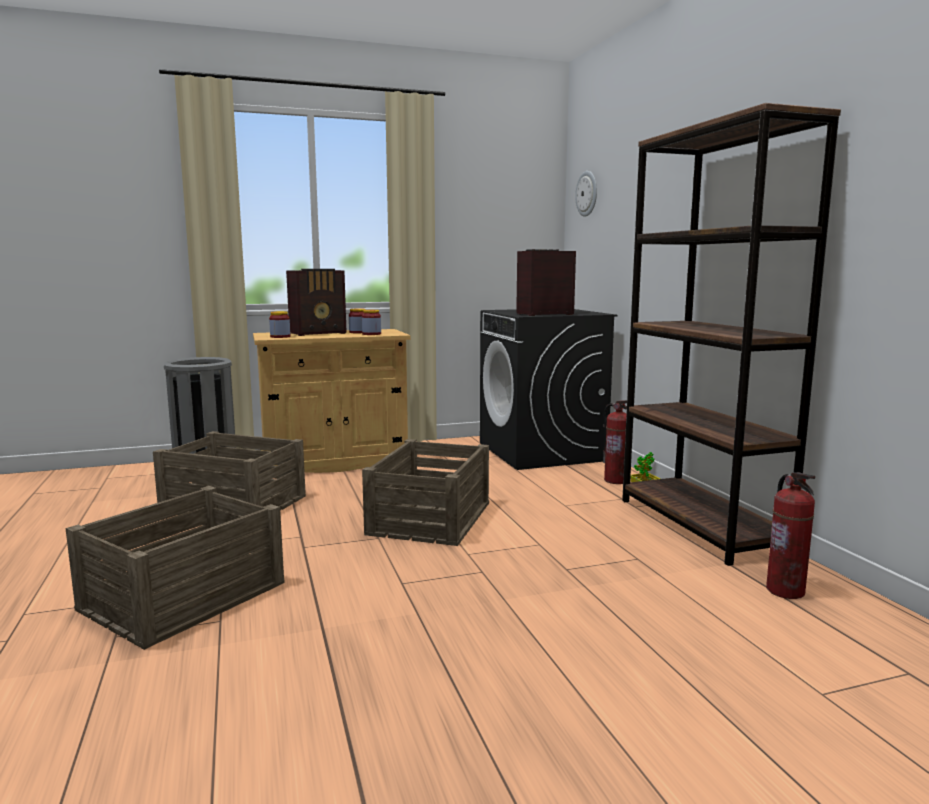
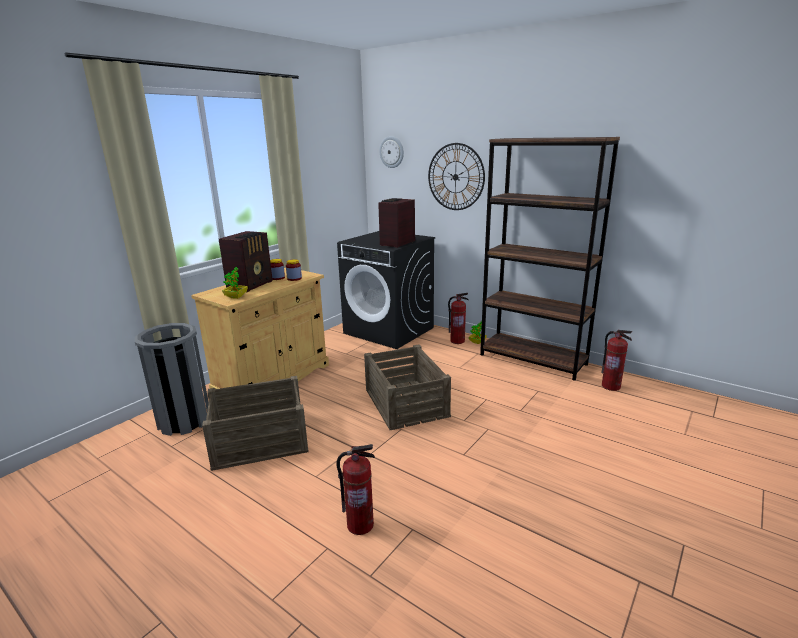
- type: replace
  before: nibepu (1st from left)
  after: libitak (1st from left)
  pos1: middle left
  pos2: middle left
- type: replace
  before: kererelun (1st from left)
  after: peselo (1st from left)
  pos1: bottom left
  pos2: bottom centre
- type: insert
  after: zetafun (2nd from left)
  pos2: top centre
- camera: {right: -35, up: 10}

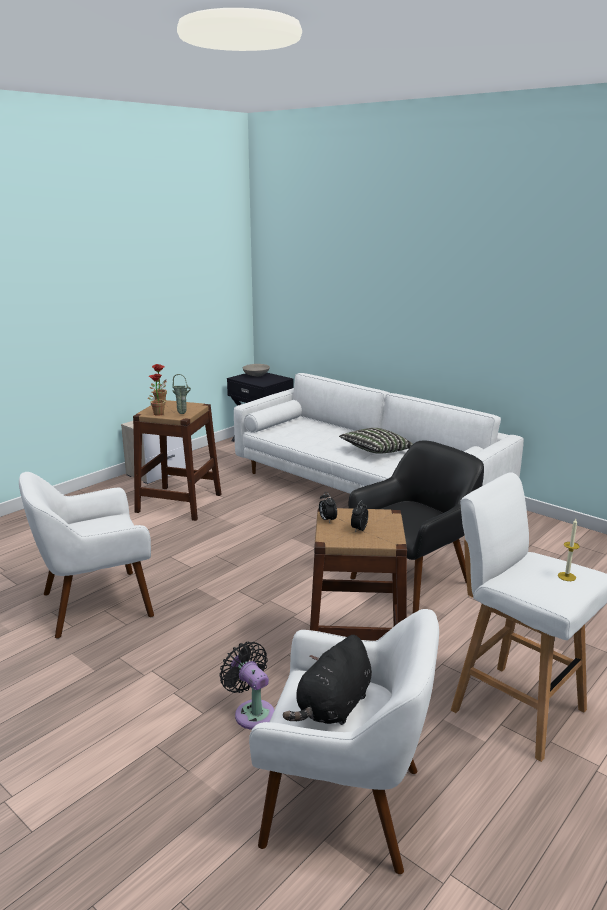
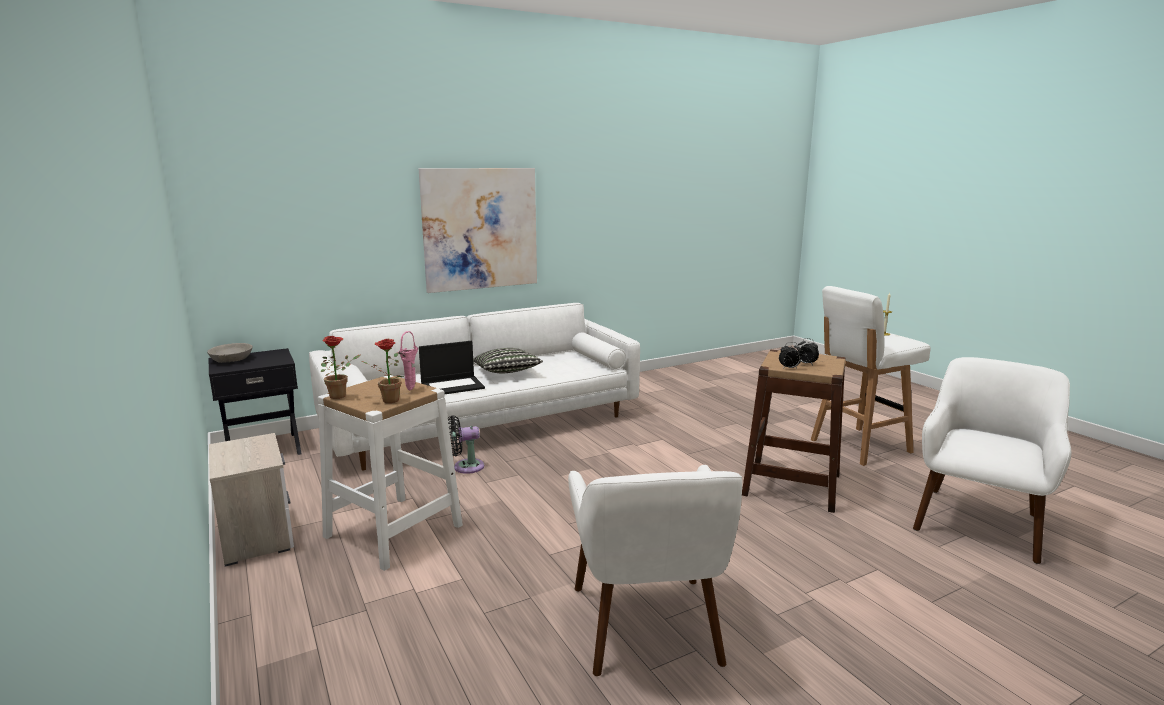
- type: recolor
  before: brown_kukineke (1st from left)
  after: white_kukineke (1st from left)
  pos1: middle left
  pos2: bottom centre
- type: recolor
  before: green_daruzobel
  after: pink_daruzobel
  pos1: middle left
  pos2: centre
- type: insert
  after: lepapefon
  pos2: top centre
- type: insert
  after: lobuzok
  pos2: centre
- type: move
  before: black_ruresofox
  pos1: bottom centre
  pos2: centre
- type: delete
  before: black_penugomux
  pos1: bottom centre
- type: delete
  before: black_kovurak
  pos1: middle right
- camera: {right: -70, up: -5}

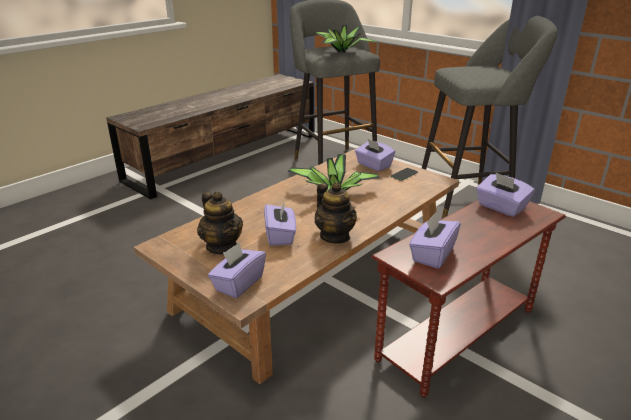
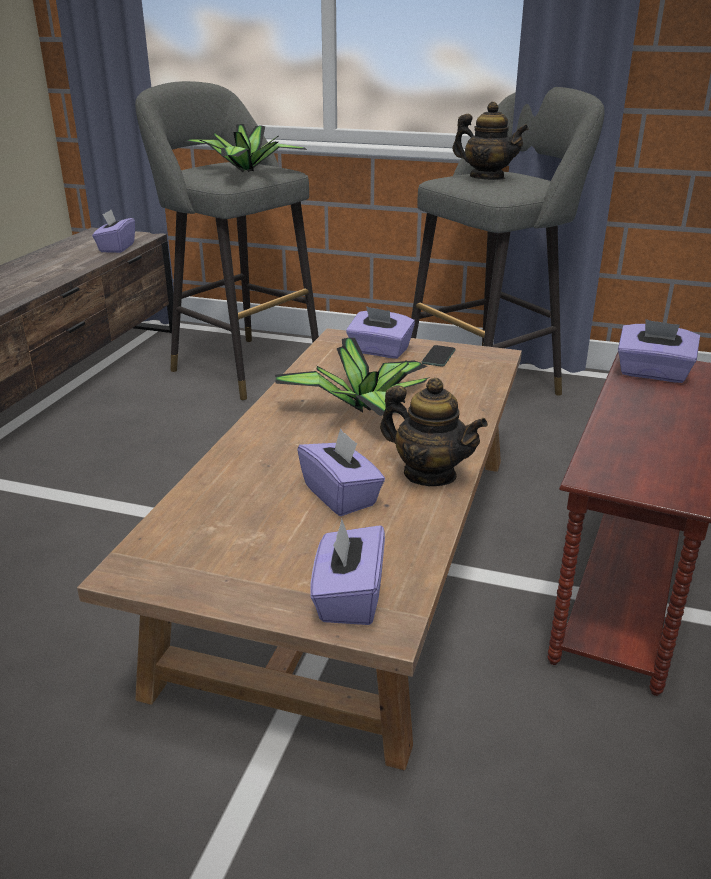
- type: move
  before: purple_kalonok (4th from left in the first image)
  after: purple_kalonok (1st from left)
  pos1: middle right
  pos2: top left
- type: move
  before: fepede (1st from left in the first image)
  after: fepede (2nd from left)
  pos1: centre
  pos2: top right
- camera: {right: -25, up: 0}

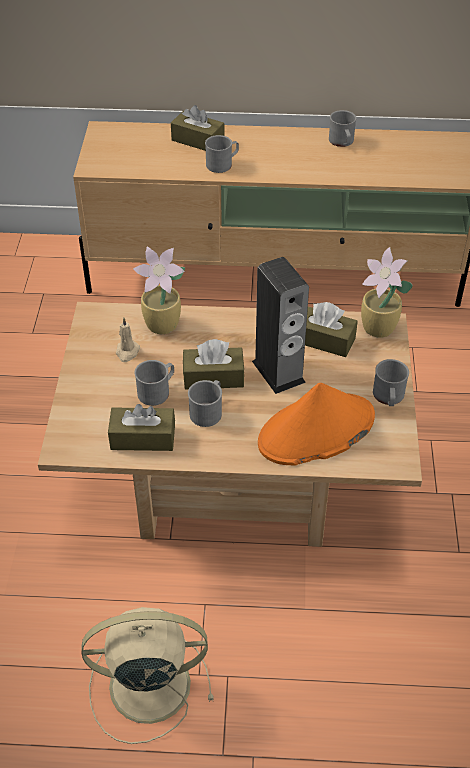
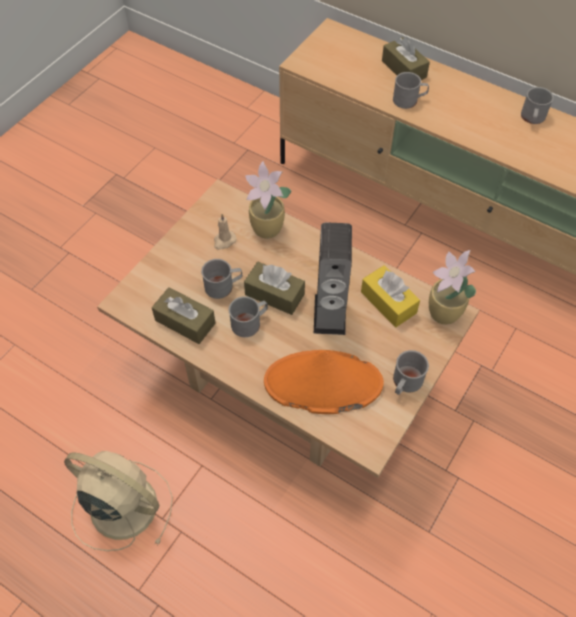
- type: recolor
  before: brown_kalonok (4th from left)
  after: yellow_kalonok
  pos1: middle right
  pos2: middle right
- camera: {right: 30, up: 10}

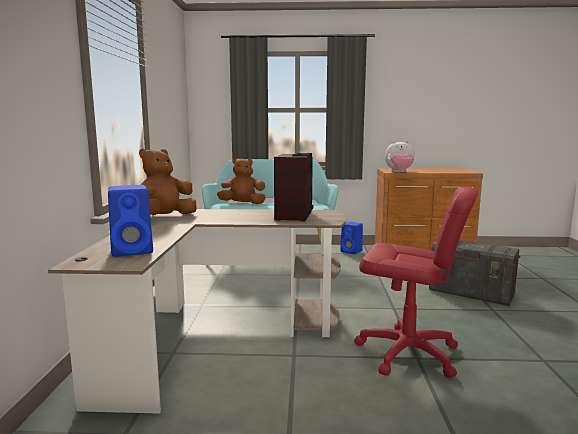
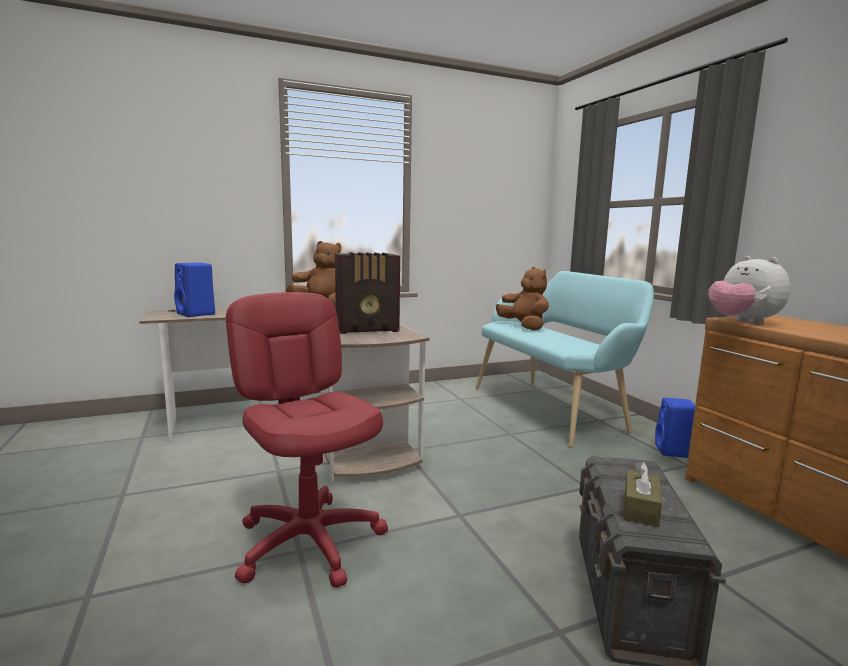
- type: rotate
  before: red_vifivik
  pos1: middle right
  pos2: centre
  turn: 150
- type: insert
  after: brown_kalonok
  pos2: bottom right
- camera: {right: 65, up: 0}

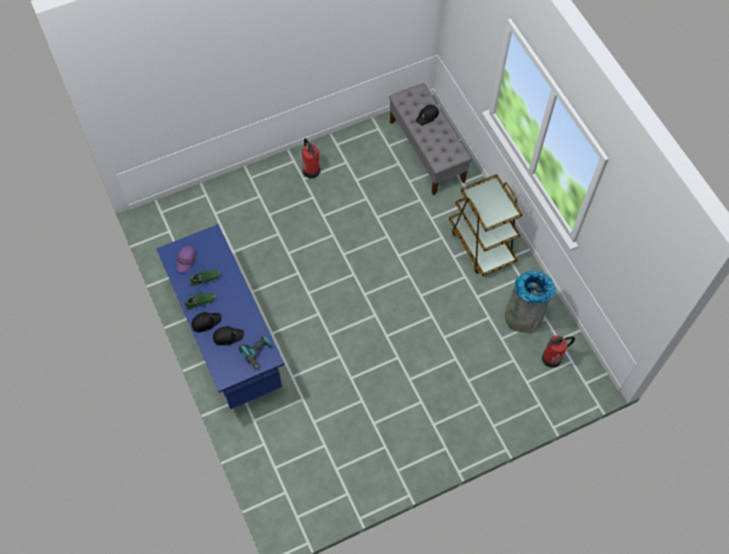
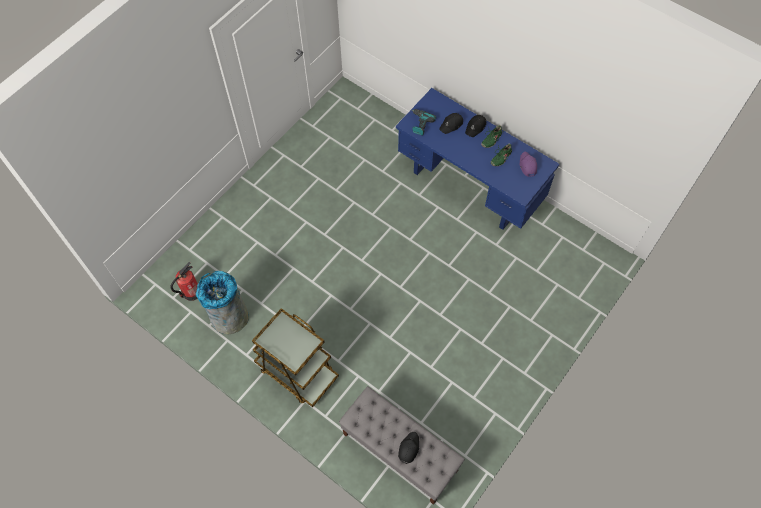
- type: delete
  before: peselo (1st from left)
  pos1: top centre
- camera: {right: 155, up: 0}

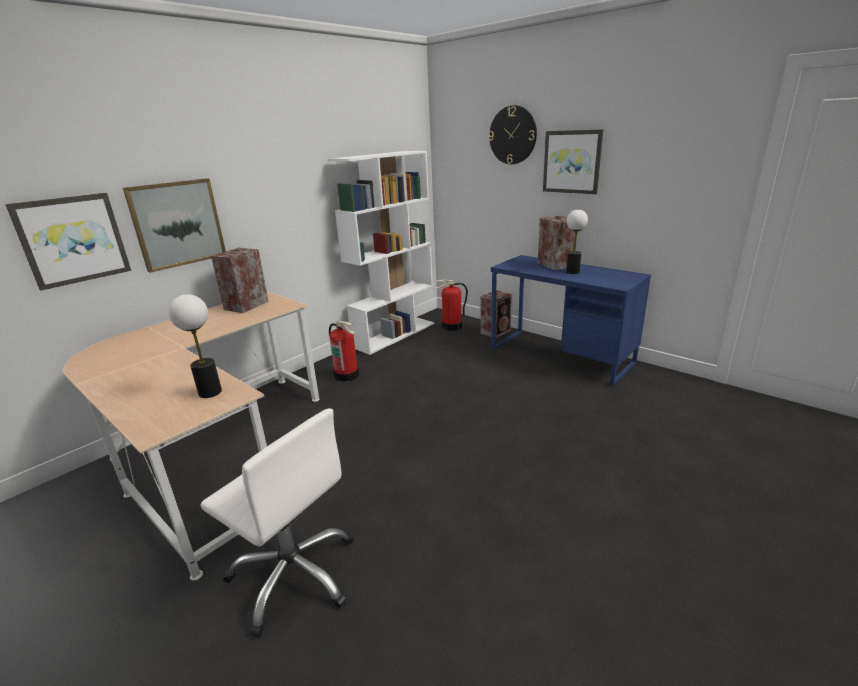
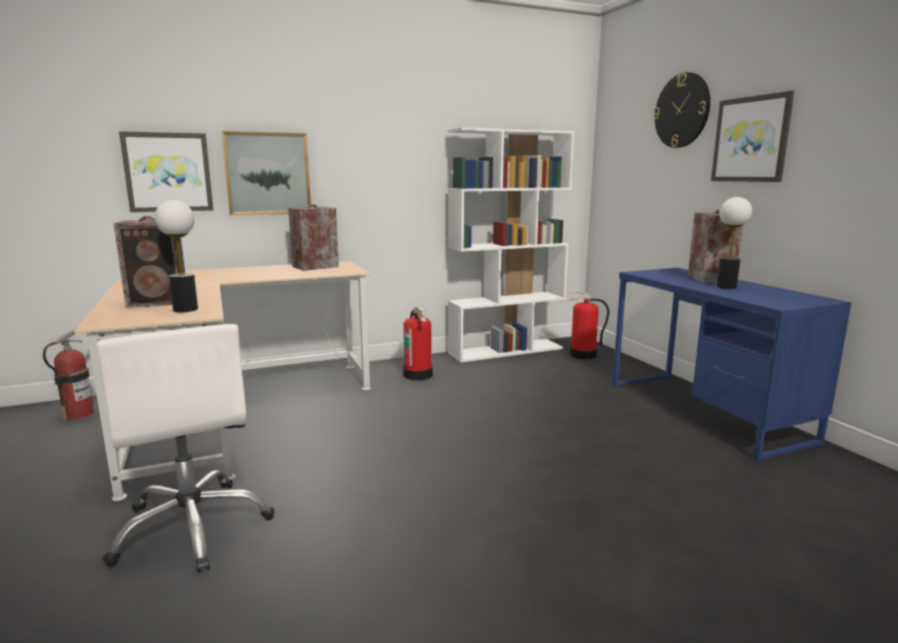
- type: insert
  after: peselo (1st from left)
  pos2: middle left
- type: move
  before: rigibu (2nd from left in the first image)
  after: rigibu (1st from left)
  pos1: centre
  pos2: middle left
- camera: {right: 25, up: -10}

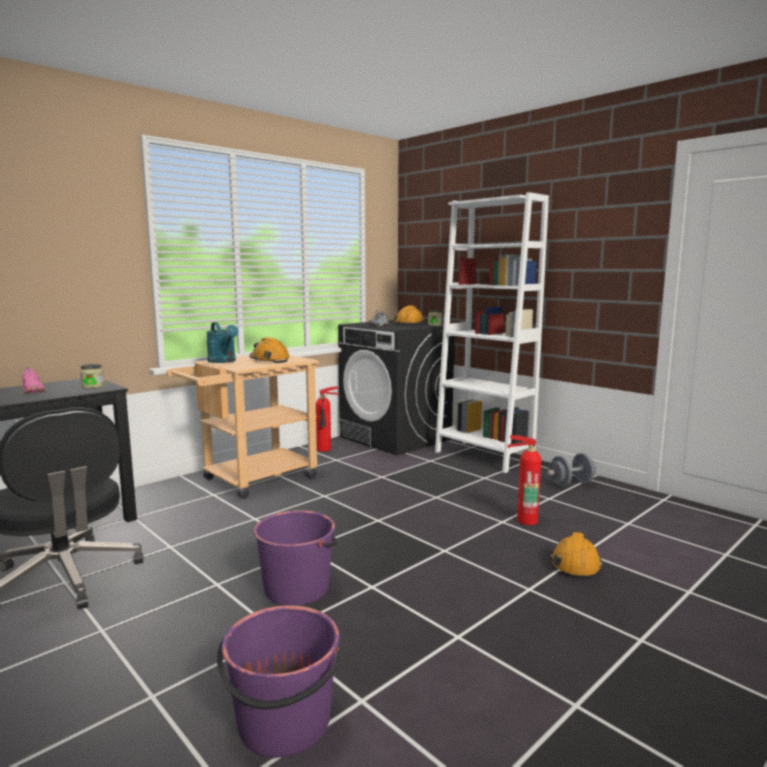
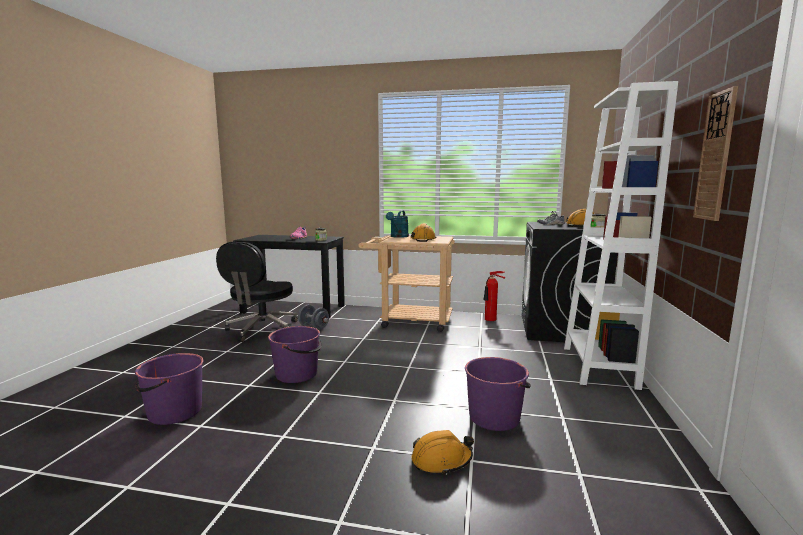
- type: move
  before: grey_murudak
  pos1: middle right
  pos2: centre
- type: replace
  before: peselo (2nd from left)
  after: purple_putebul (3rd from left)
  pos1: middle right
  pos2: bottom centre
- type: insert
  after: zetafun
  pos2: top right
- camera: {right: 55, up: 0}

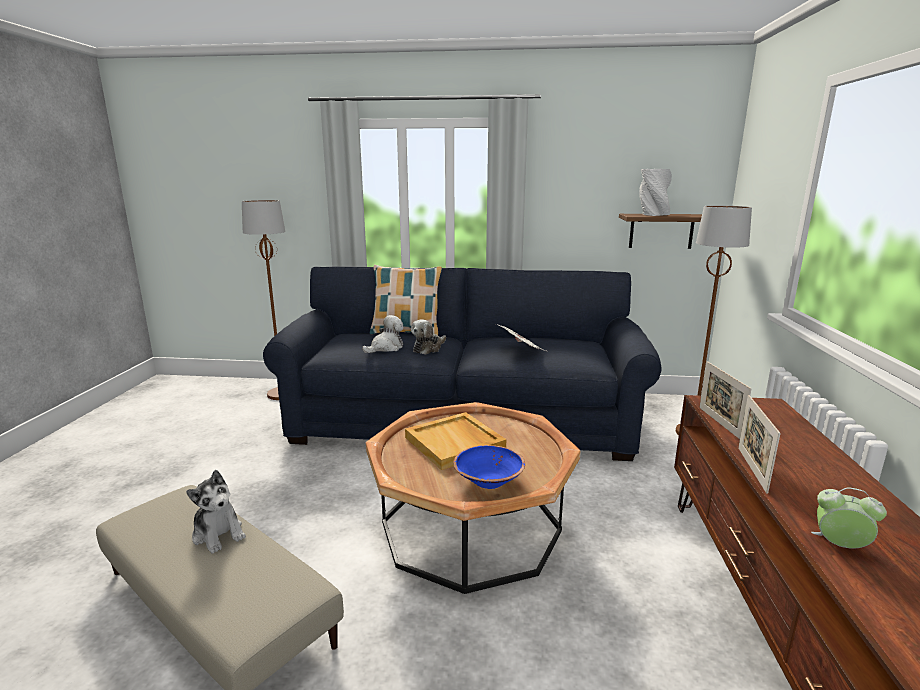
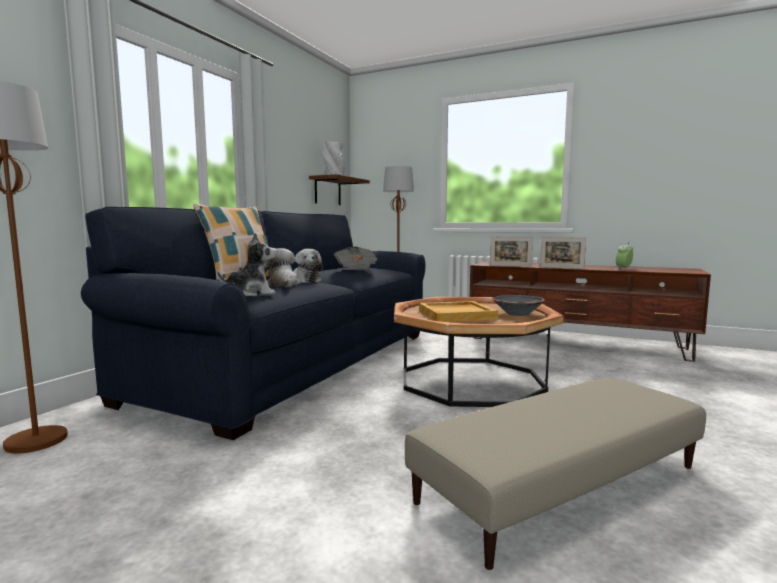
- type: move
  before: penugomux (1st from left)
  pos1: bottom left
  pos2: middle left
- type: recolor
  before: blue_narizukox
  after: grey_narizukox
  pos1: bottom centre
  pos2: middle right
- camera: {right: -70, up: -10}

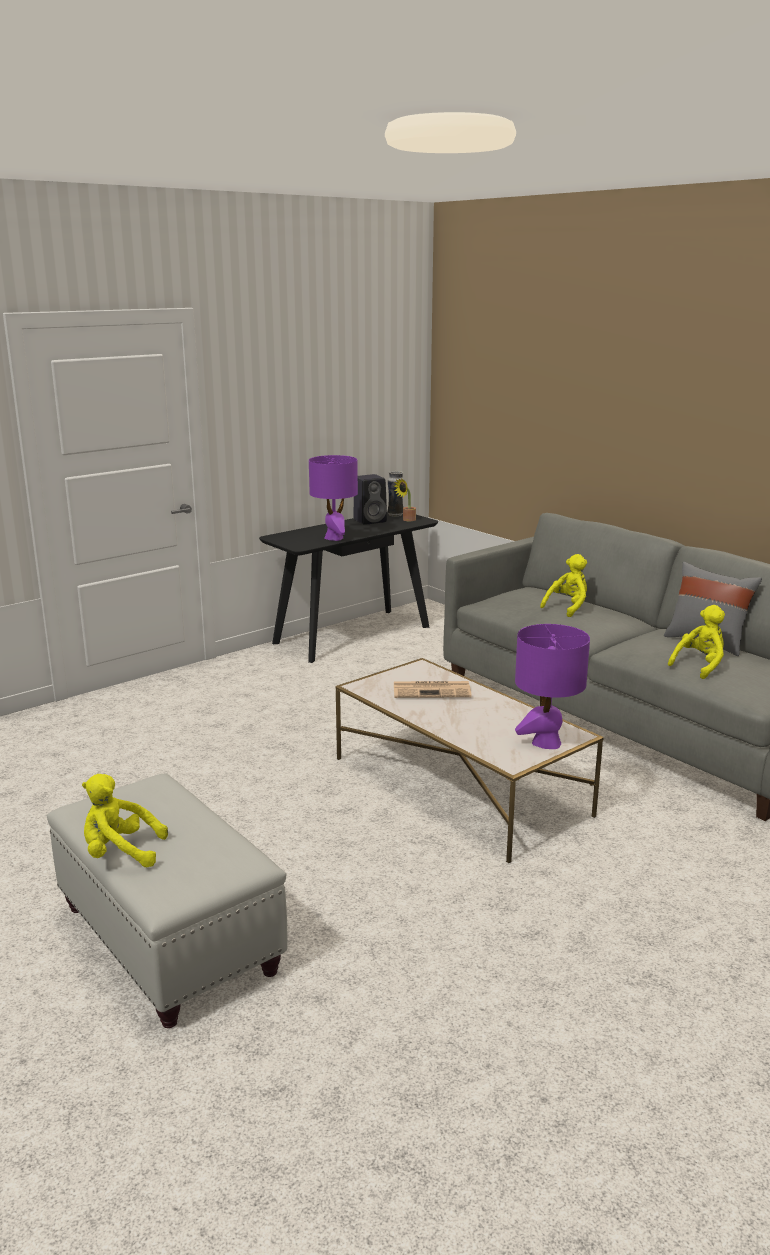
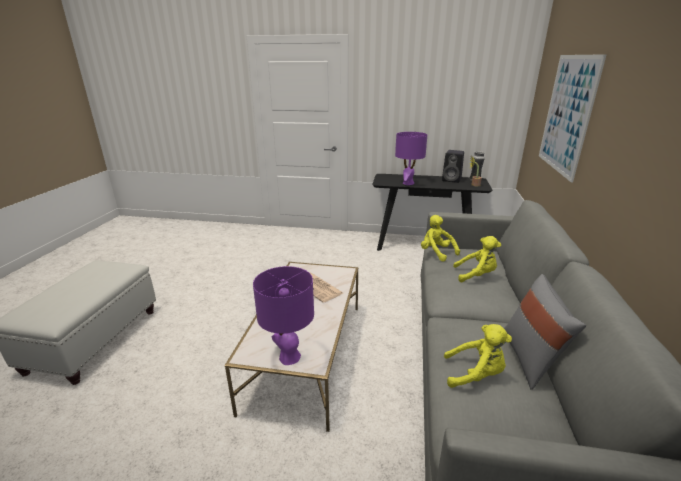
- type: move
  before: yellow_penugomux (1st from left)
  pos1: middle left
  pos2: centre
- type: insert
  after: lepapefon
  pos2: top right
- camera: {right: 50, up: 5}

